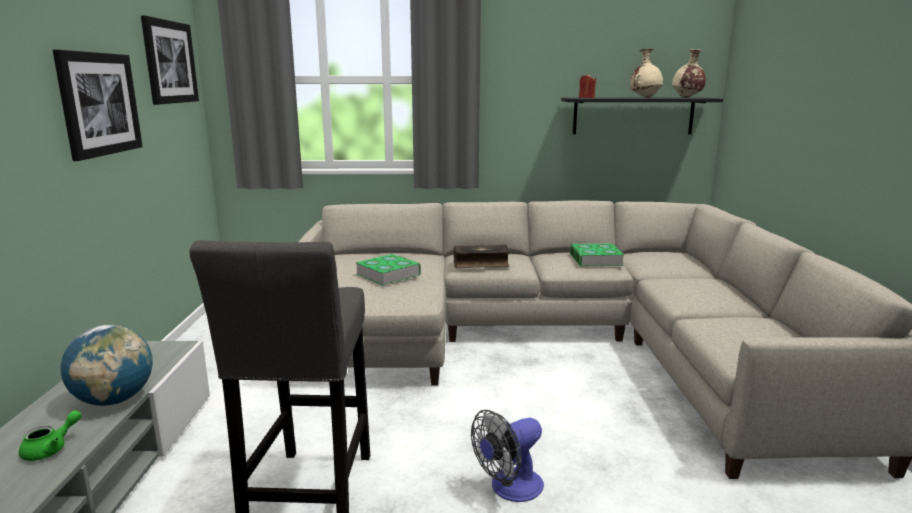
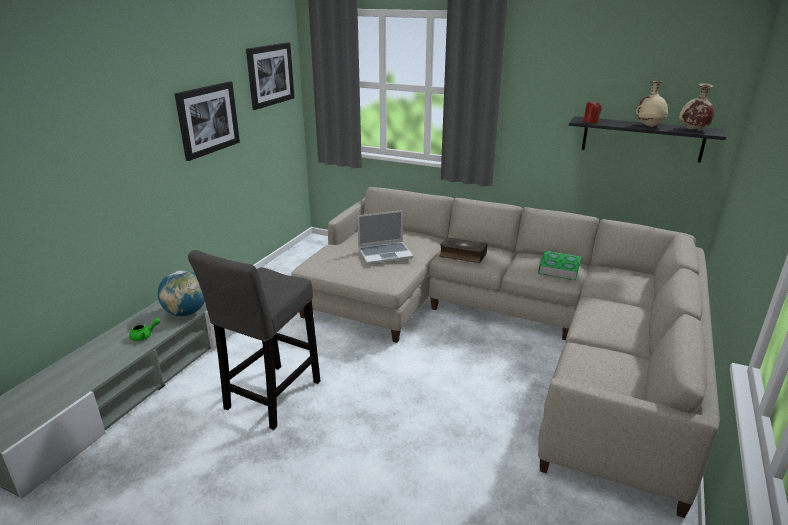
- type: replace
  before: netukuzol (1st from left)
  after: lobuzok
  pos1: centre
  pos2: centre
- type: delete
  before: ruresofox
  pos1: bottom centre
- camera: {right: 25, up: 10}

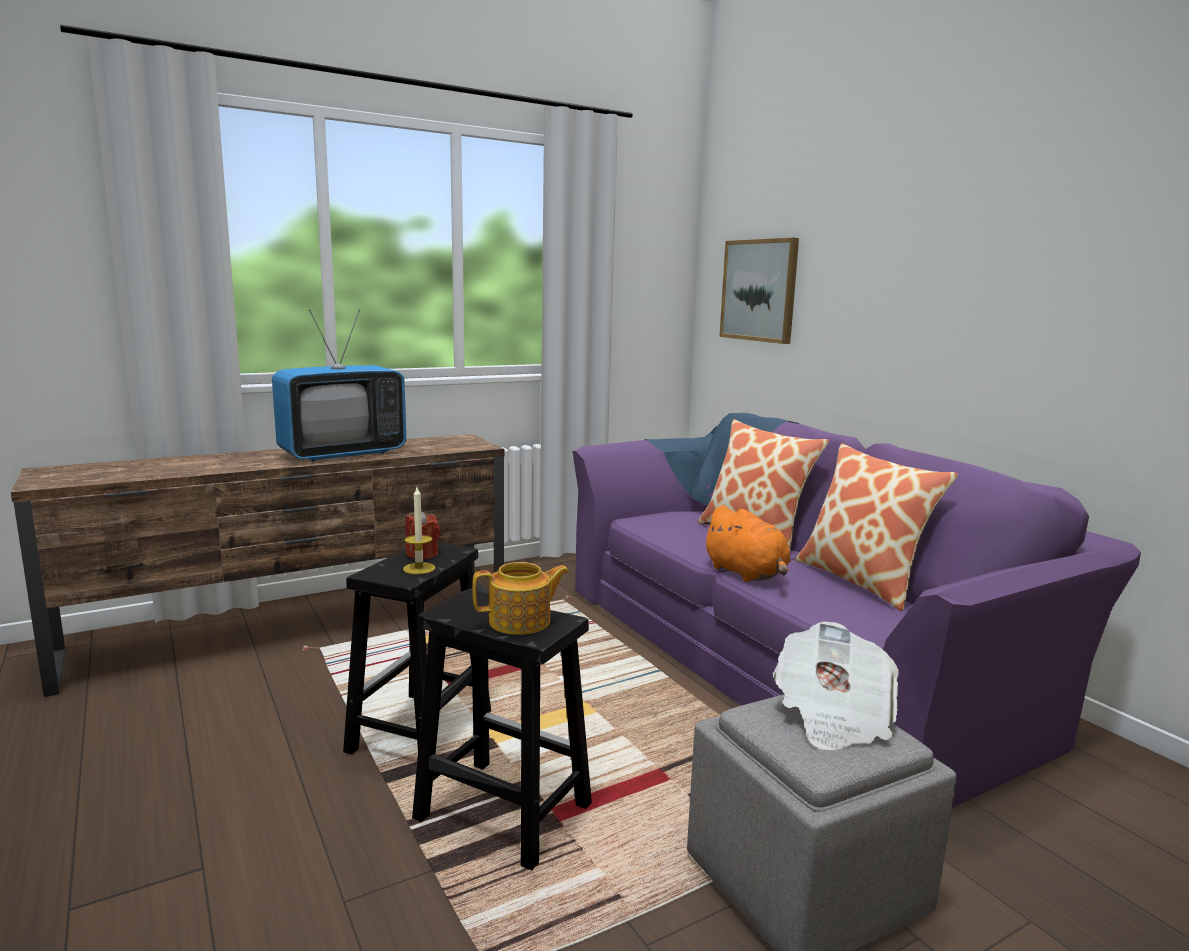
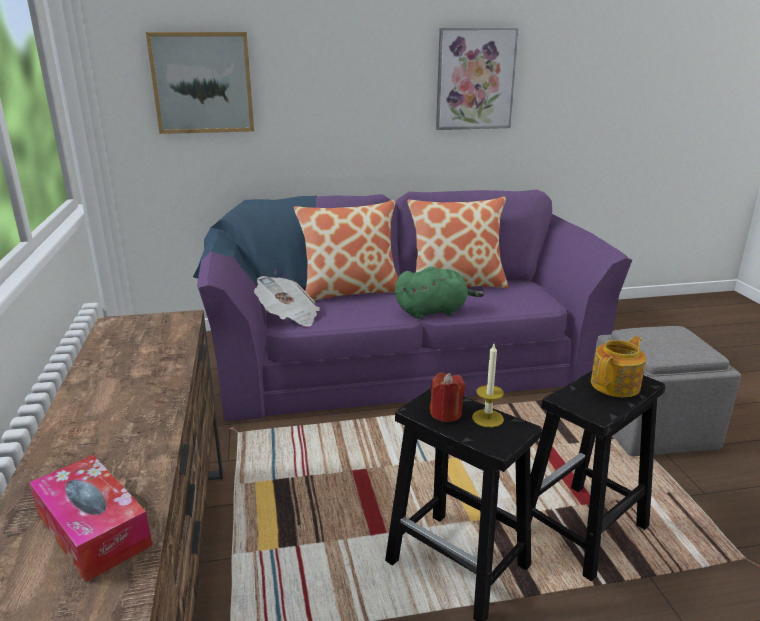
- type: insert
  after: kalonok
  pos2: bottom left
- type: move
  before: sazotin
  pos1: bottom right
  pos2: centre
- type: recolor
  before: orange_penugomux
  after: green_penugomux
  pos1: centre
  pos2: centre
- type: insert
  after: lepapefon (2nd from left)
  pos2: top centre
- type: rotate
  before: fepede
  pos1: centre
  pos2: middle right
  turn: 45
- type: delete
  before: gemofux
  pos1: middle left
- camera: {right: -70, up: 10}

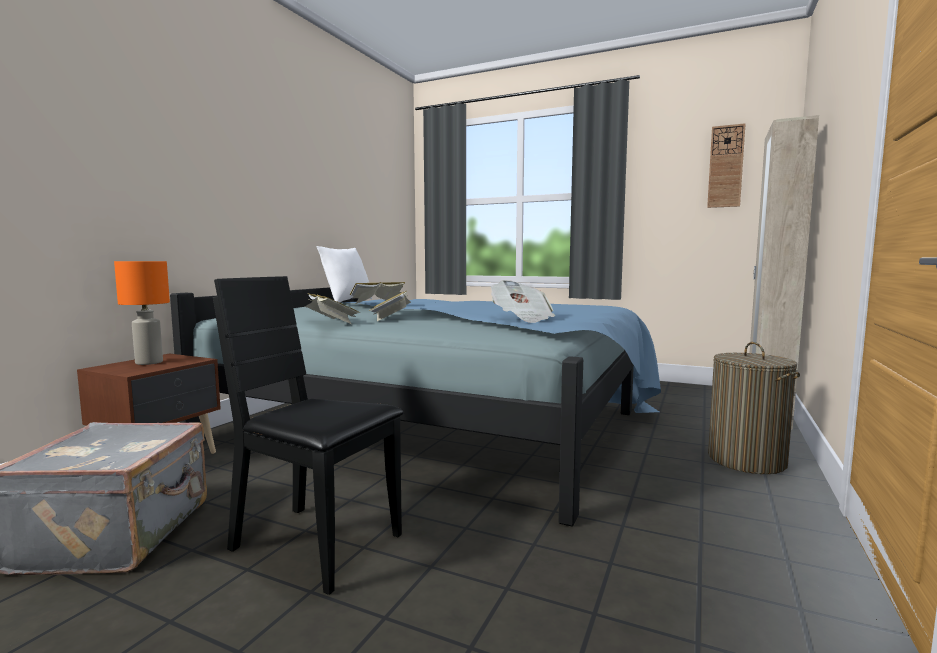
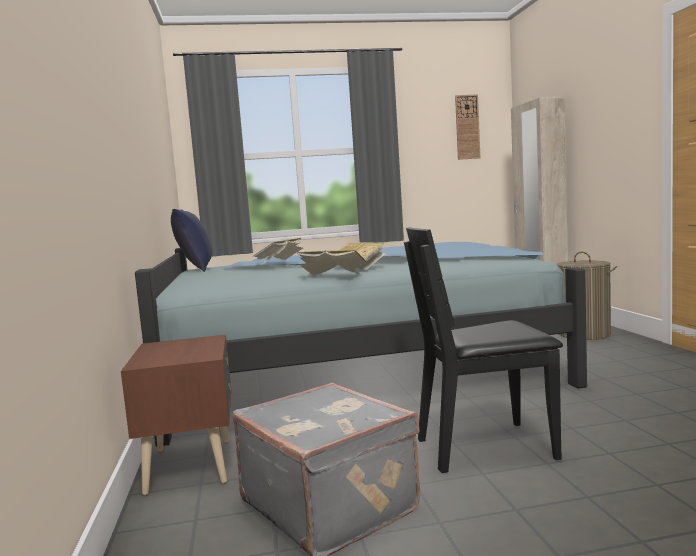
- type: recolor
  before: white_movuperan
  after: blue_movuperan
  pos1: centre
  pos2: middle left
- type: delete
  before: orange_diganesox
  pos1: middle left
- type: delete
  before: sazotin
  pos1: centre
- camera: {right: -35, up: 0}

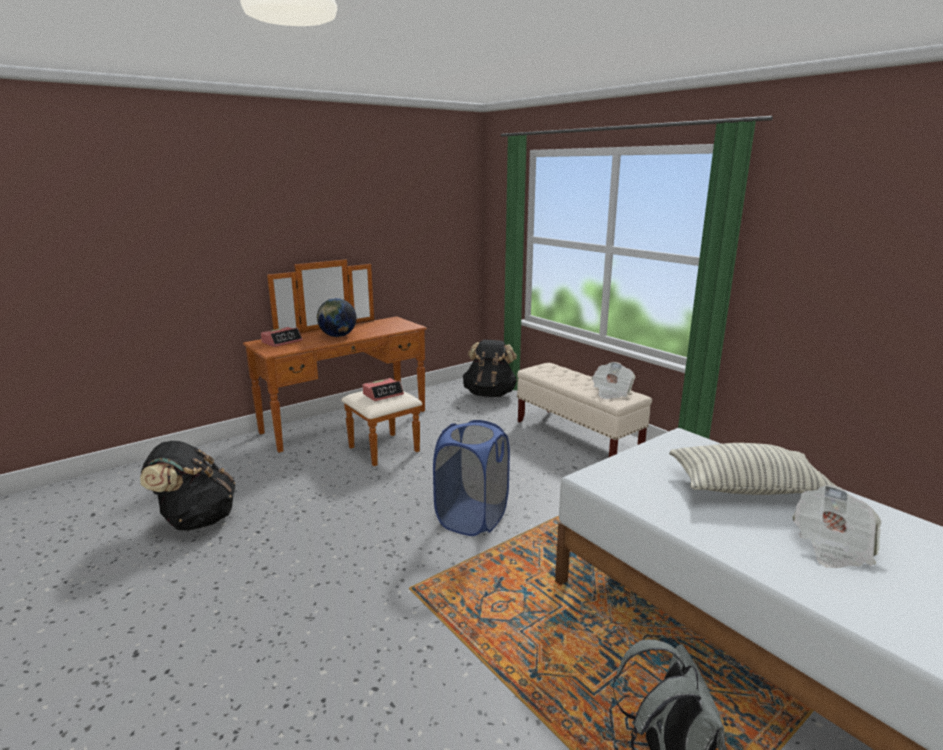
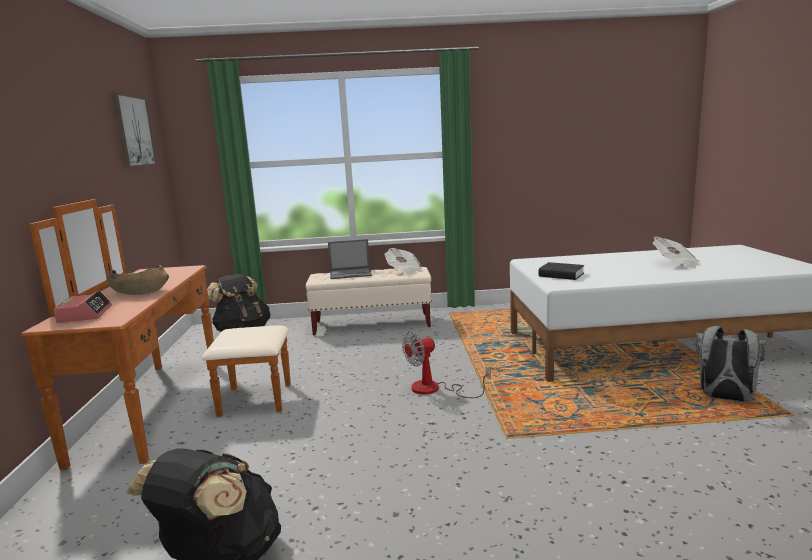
- type: replace
  before: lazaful
  after: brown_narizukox
  pos1: centre
  pos2: middle left
- type: insert
  after: lepapefon
  pos2: top left
- type: insert
  after: lobuzok
  pos2: centre
- type: replace
  before: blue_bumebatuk
  after: ruresofox
  pos1: centre
  pos2: centre
- type: insert
  after: black_netukuzol
  pos2: middle right
- type: delete
  before: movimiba (2nd from left)
  pos1: centre
- type: delete
  before: movuperan
  pos1: middle right
- camera: {right: -55, up: -5}

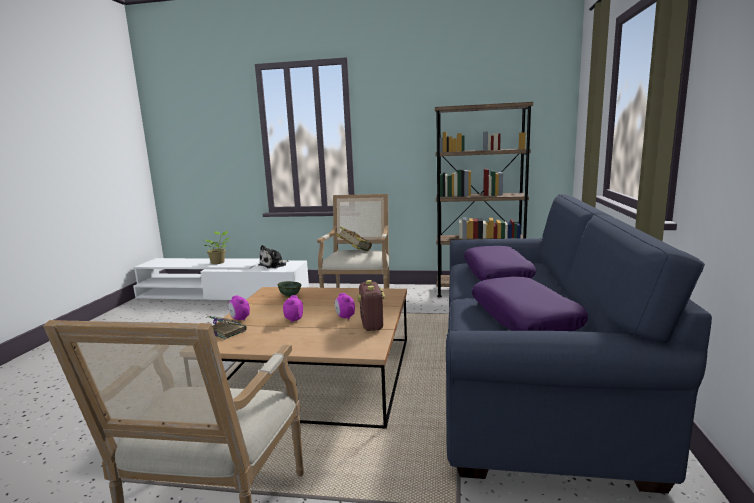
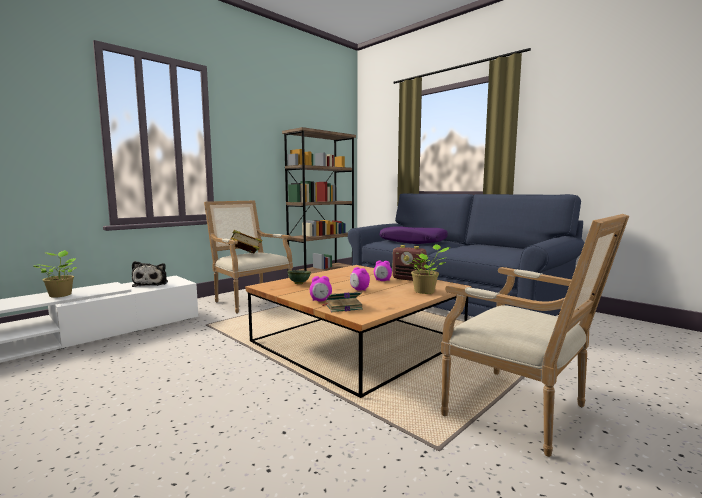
- type: insert
  after: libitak (2nd from left)
  pos2: centre
- type: delete
  before: purple_movuperan (2nd from left)
  pos1: middle right
- camera: {right: -55, up: -5}

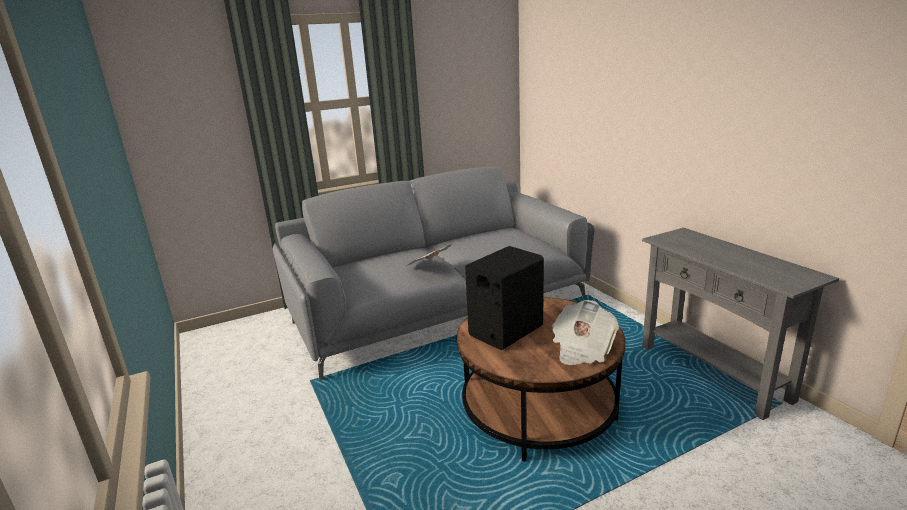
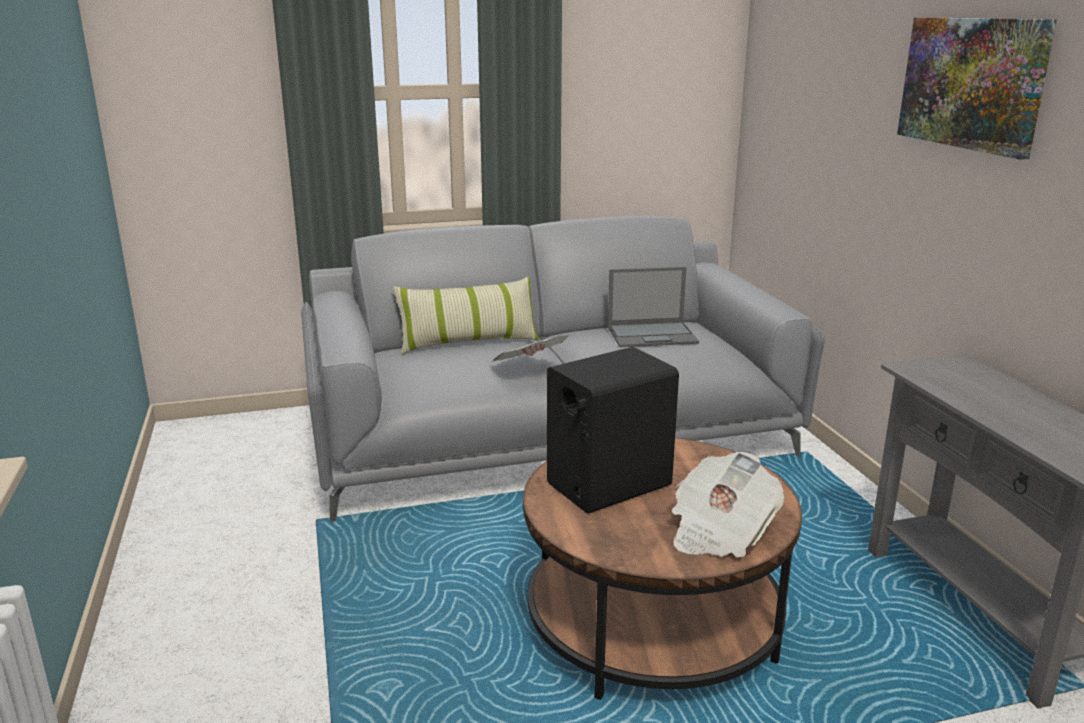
- type: insert
  after: movuperan
  pos2: centre
- type: insert
  after: lobuzok
  pos2: centre
- type: insert
  after: lepapefon
  pos2: top right
- camera: {right: 10, up: 0}

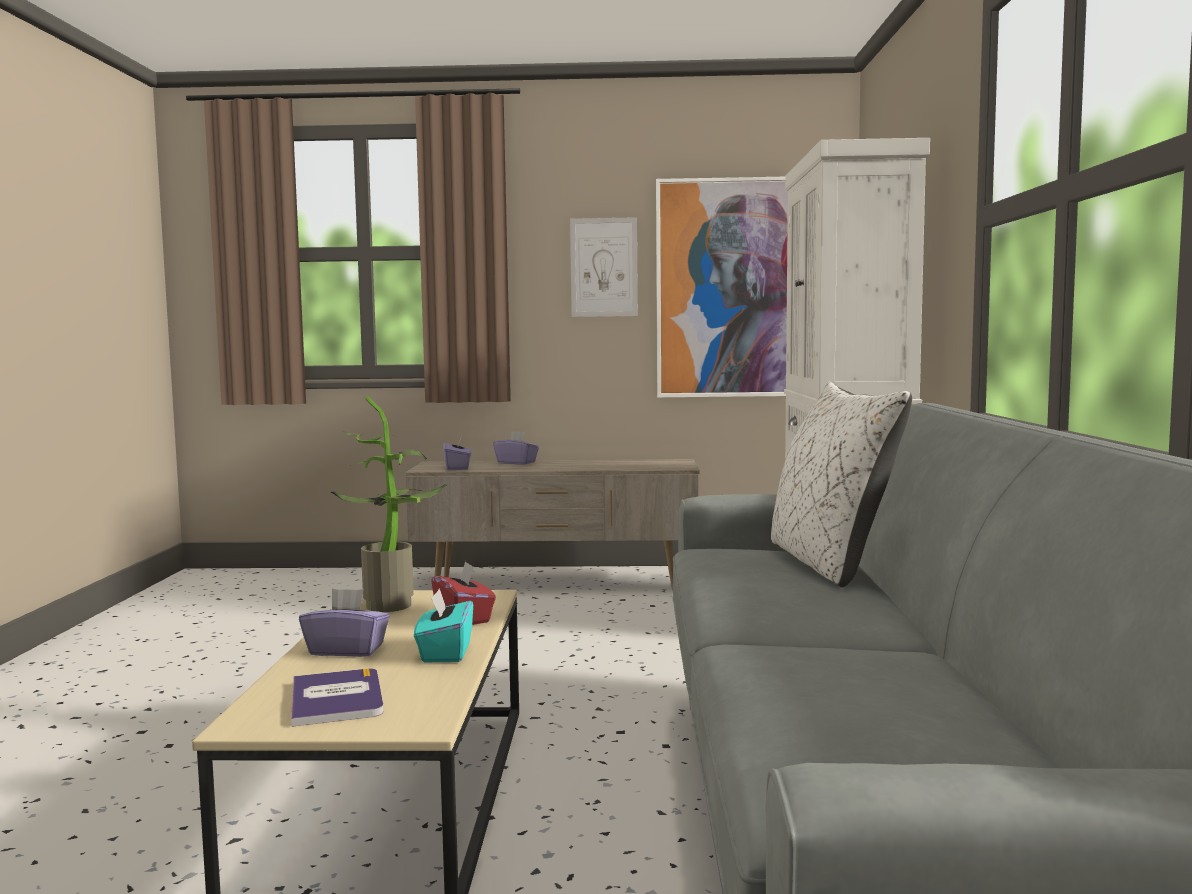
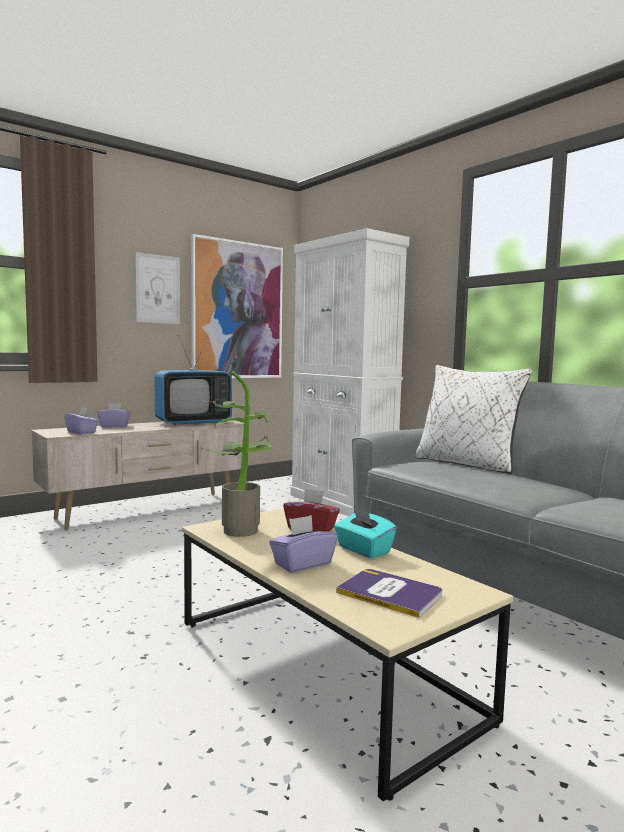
- type: insert
  after: gemofux
  pos2: middle left
- camera: {right: -40, up: 0}

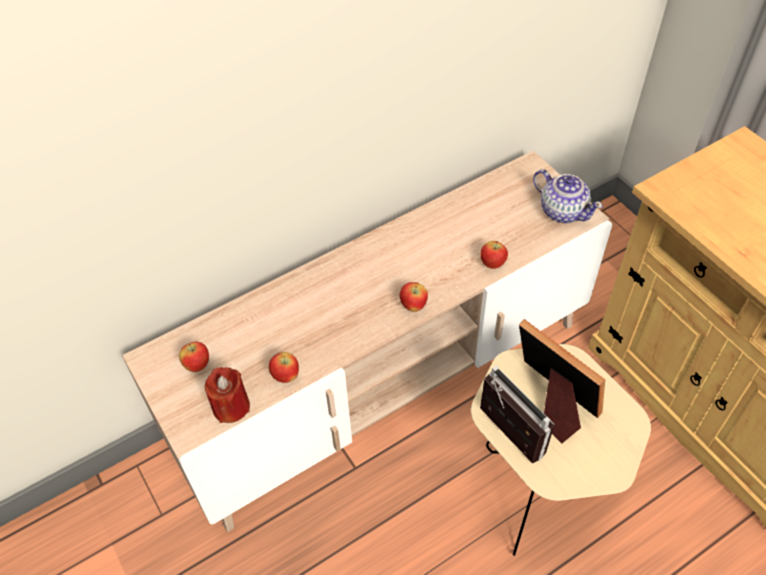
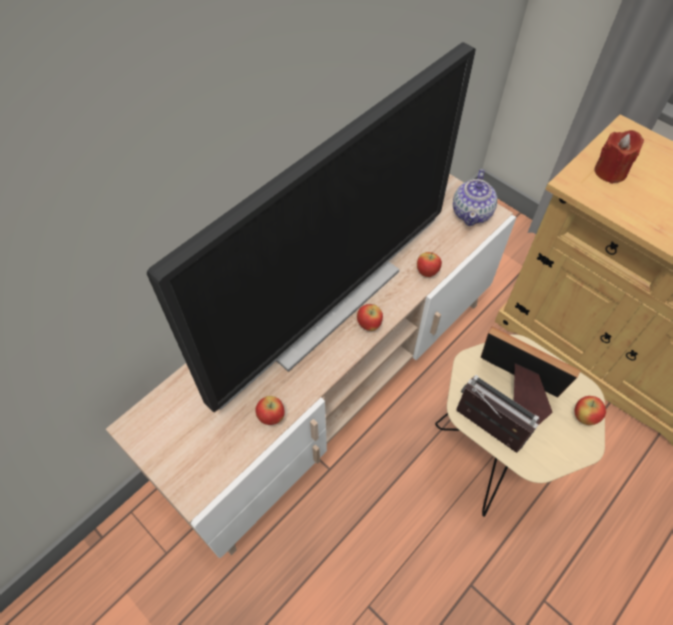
- type: insert
  after: gemofux
  pos2: centre
- type: rotate
  before: fepede
  pos1: middle right
  pos2: top right
  turn: 75
- type: move
  before: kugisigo (1st from left in the first image)
  after: kugisigo (4th from left)
  pos1: middle left
  pos2: middle right
- type: move
  before: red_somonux
  pos1: bottom left
  pos2: top right
- camera: {right: -15, up: 5}

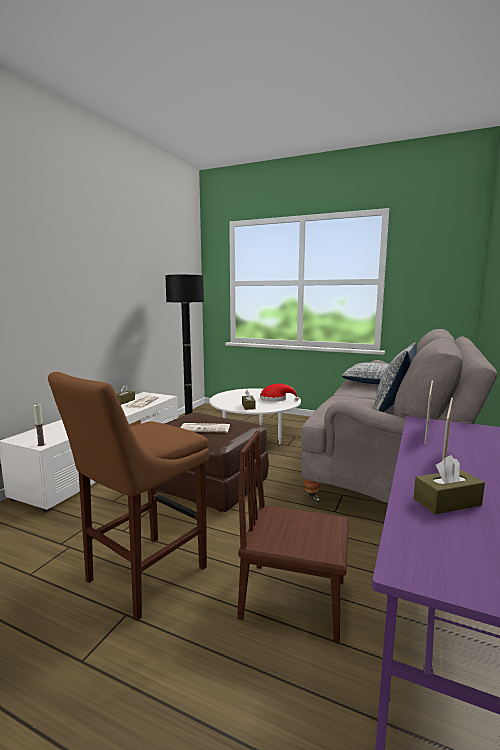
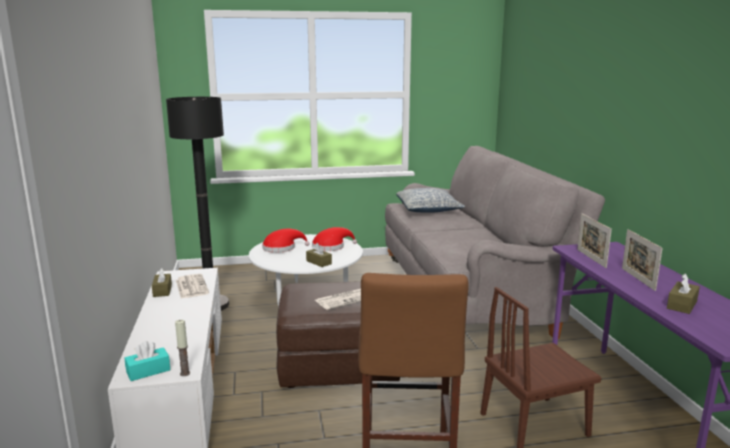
- type: insert
  after: turquoise_kalonok
  pos2: bottom left
- type: insert
  after: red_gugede (1st from left)
  pos2: centre
- type: delete
  before: movuperan (2nd from left)
  pos1: middle right
- camera: {right: -35, up: 5}

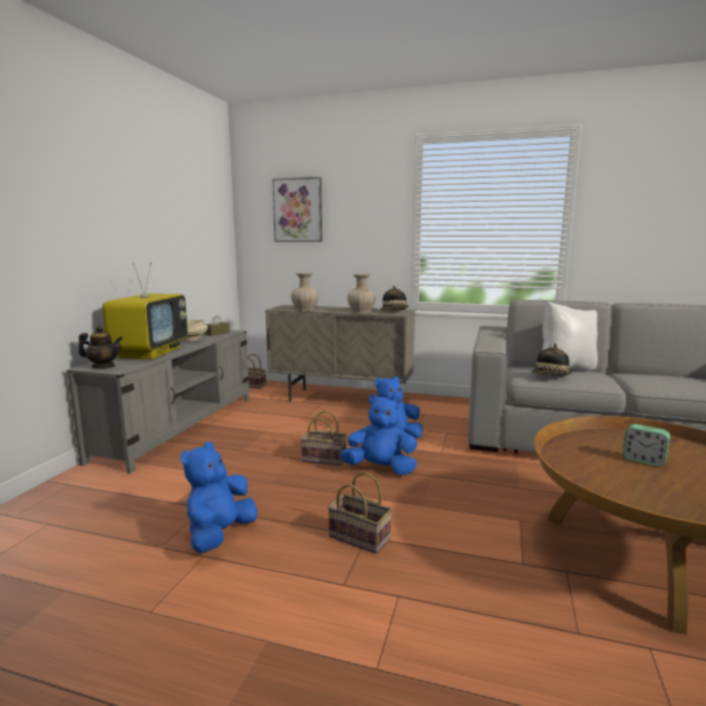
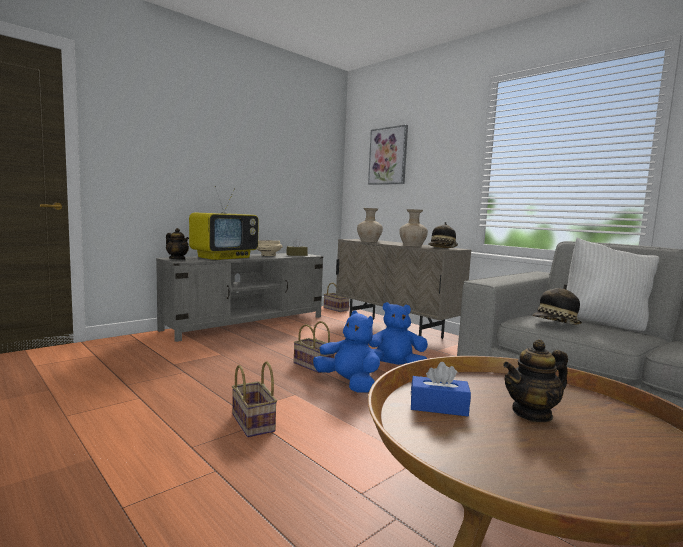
- type: insert
  after: blue_kalonok
  pos2: bottom centre
- type: replace
  before: movimiba
  after: fepede (2nd from left)
  pos1: middle right
  pos2: bottom right
- type: delete
  before: blue_penugomux (1st from left)
  pos1: bottom left
- camera: {right: 30, up: -5}

